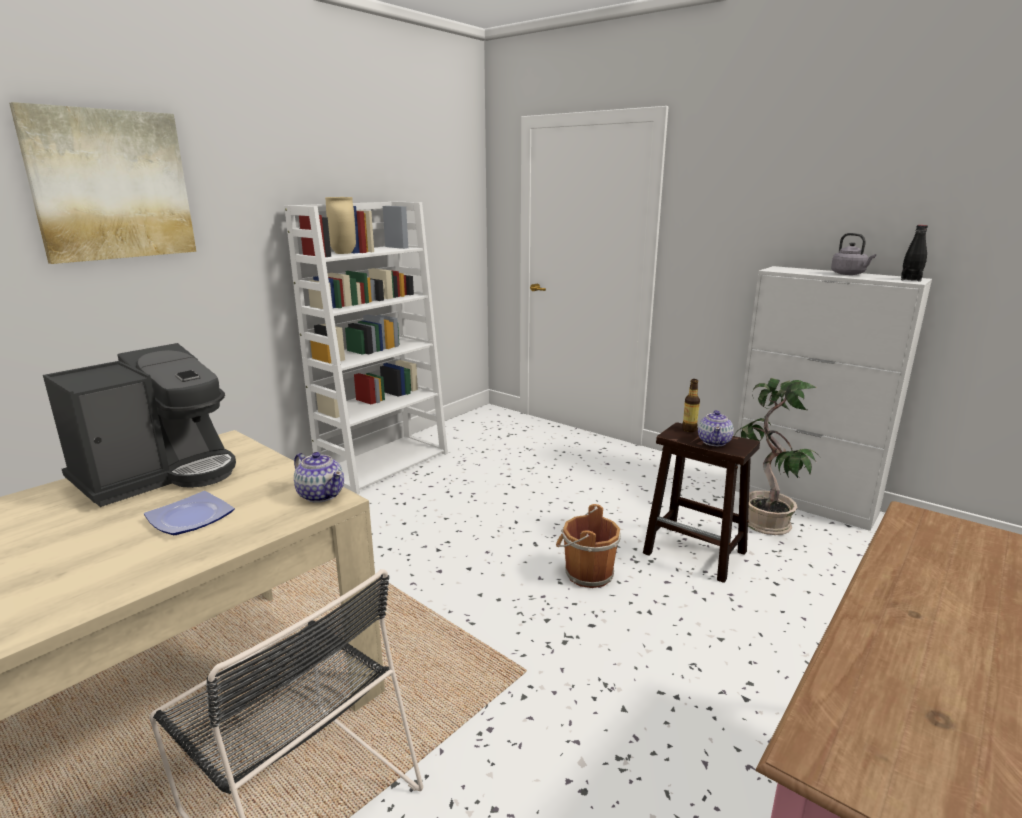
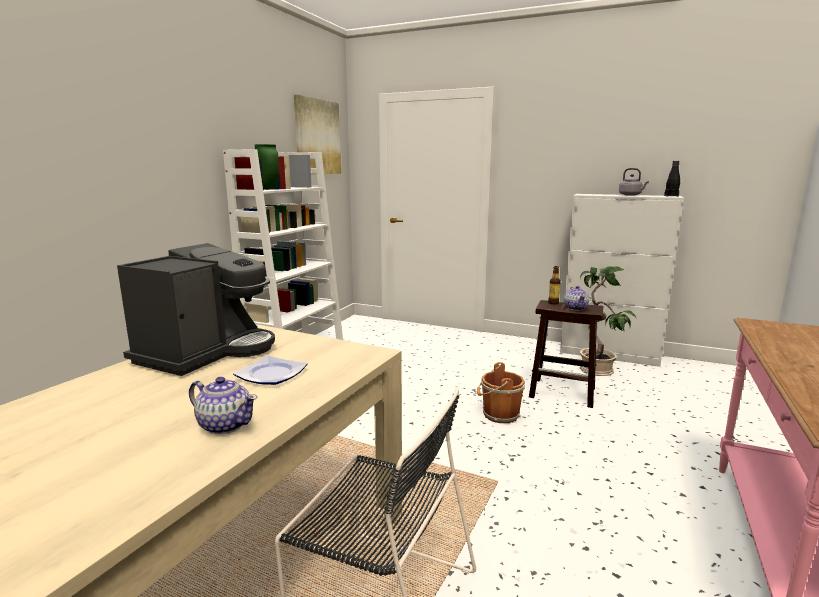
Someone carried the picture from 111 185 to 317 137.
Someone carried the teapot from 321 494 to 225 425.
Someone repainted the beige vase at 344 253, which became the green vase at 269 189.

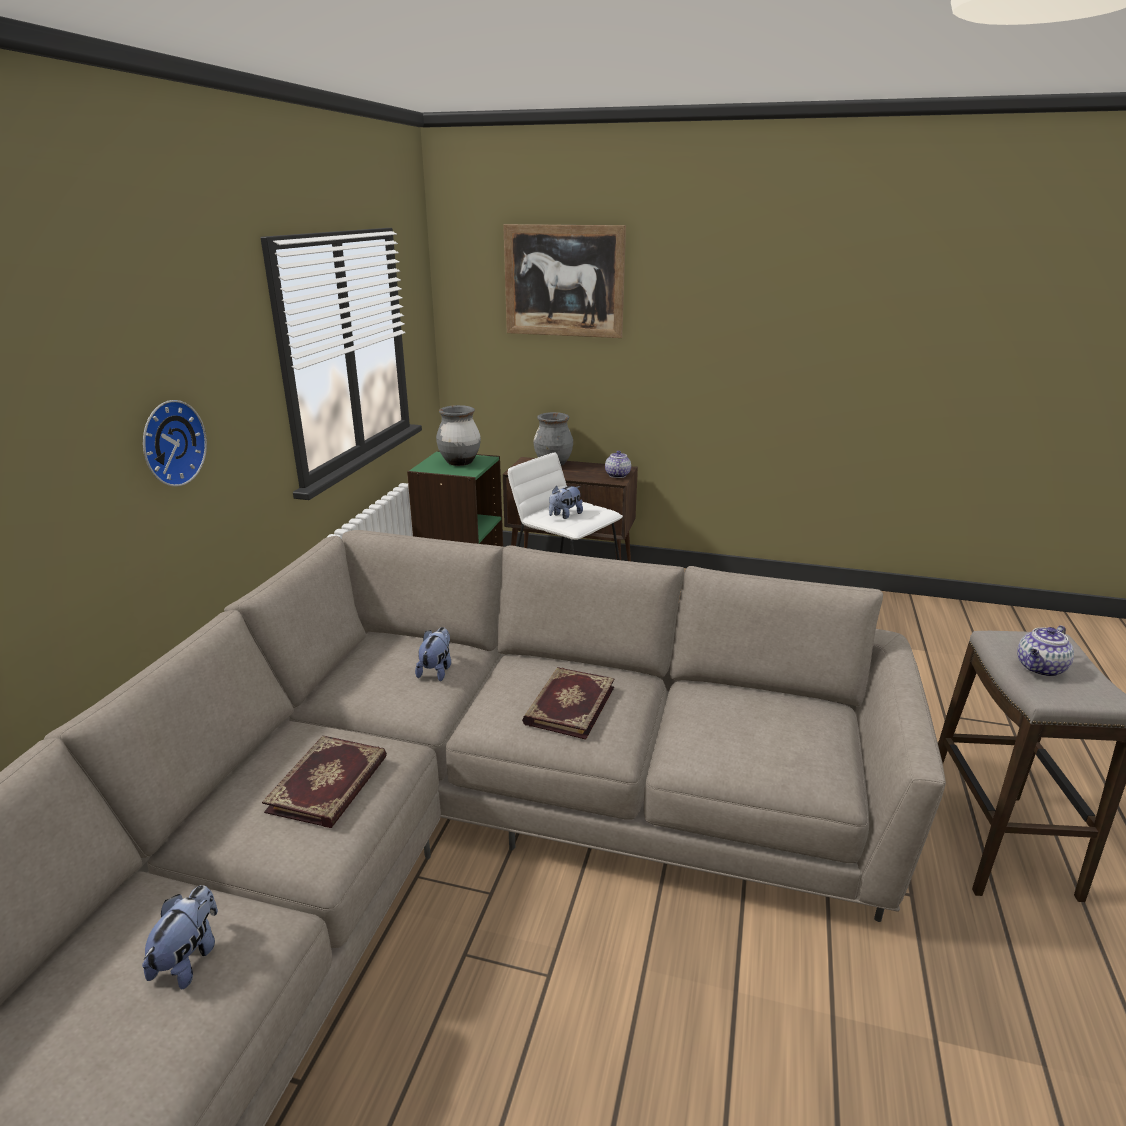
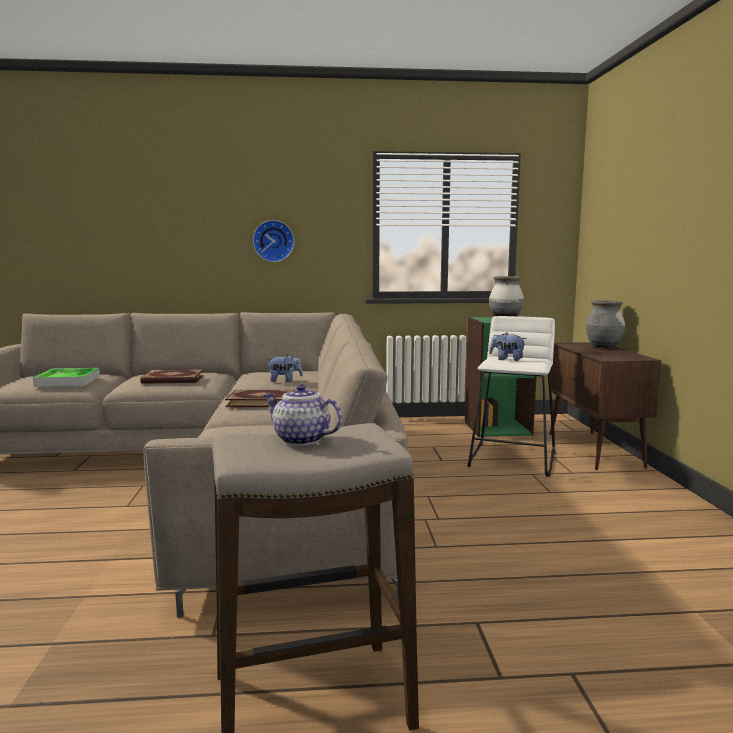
Someone took away the picture at 564 281.
Someone took away the teapot at 617 475.
Someone swapped the plush toy at 190 957 for the tray at 68 381.

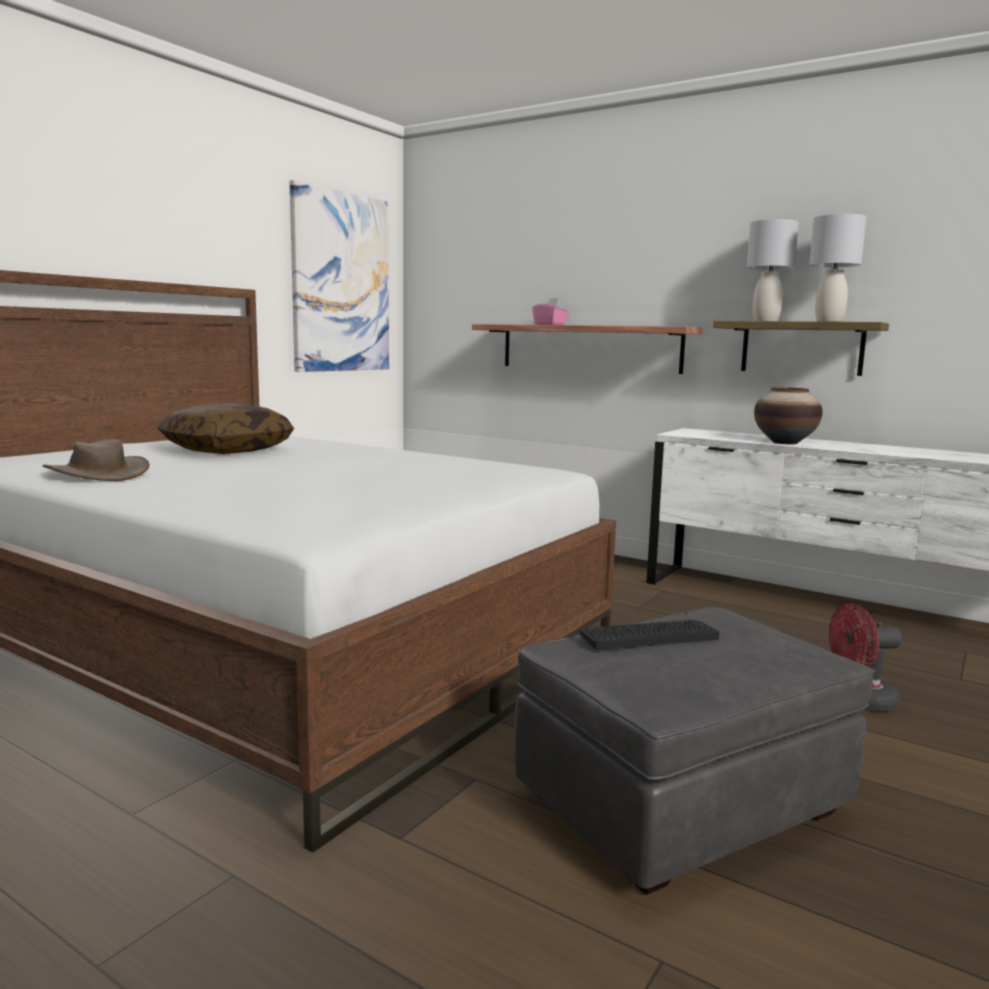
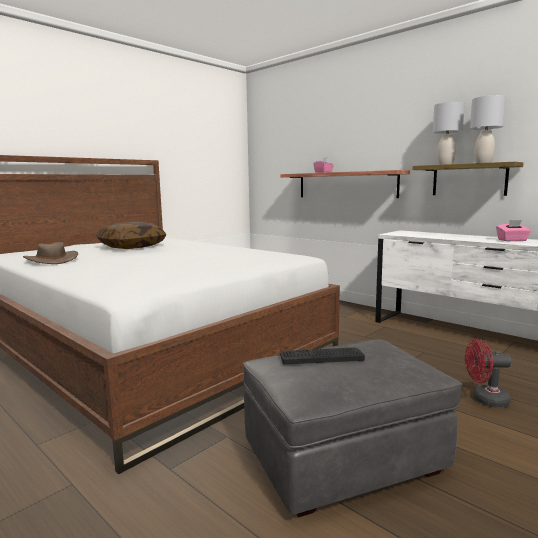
Someone took away the picture at 341 283.
Someone took away the vase at 784 442.
Someone put down the pink tissue box at 512 240.

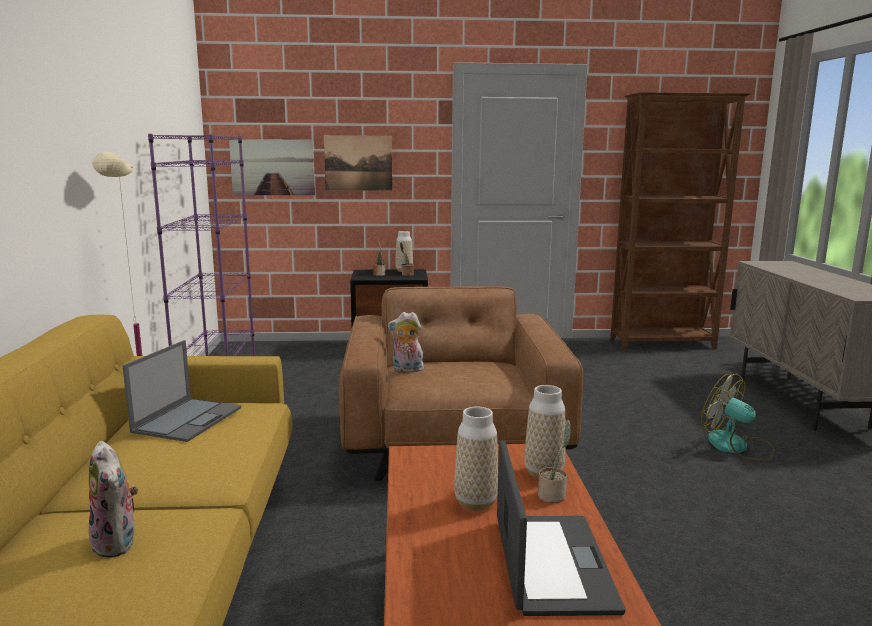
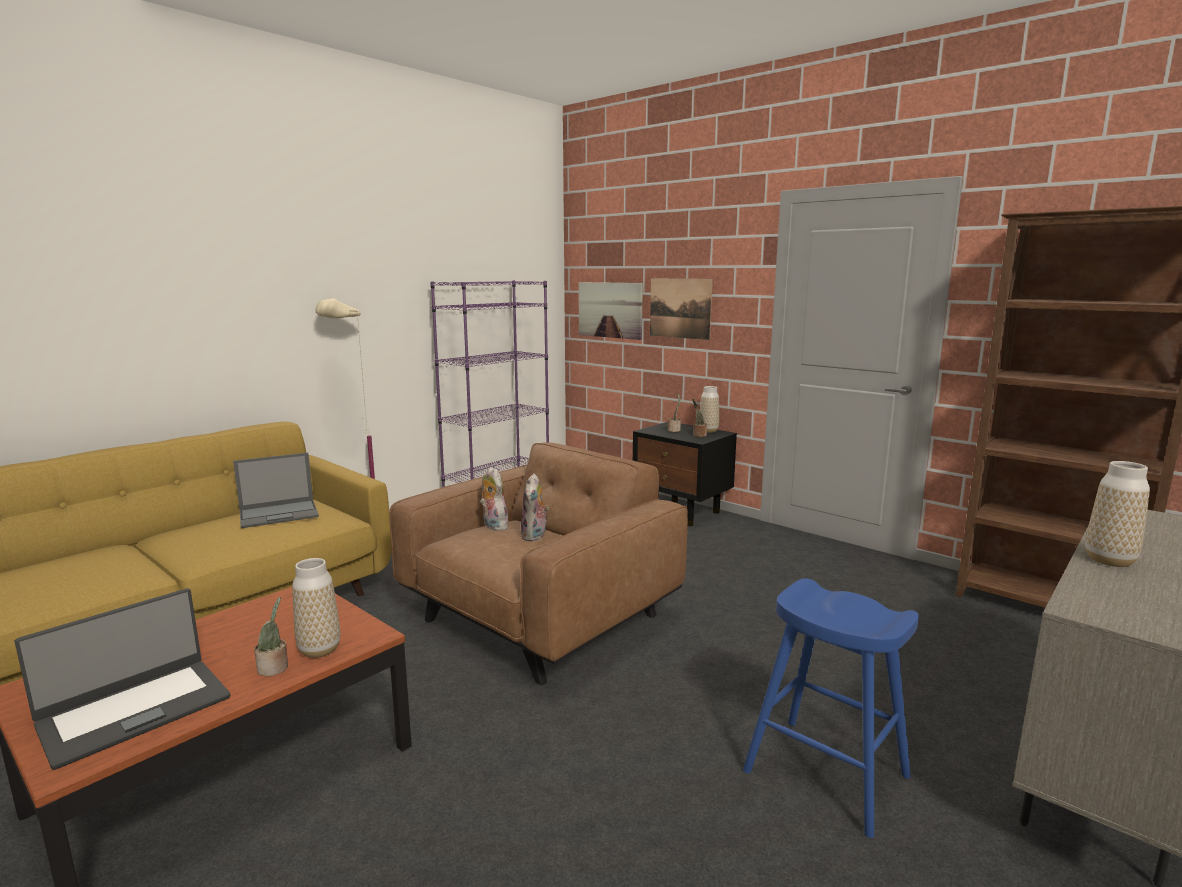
Someone carried the plush toy from 118 543 to 535 536.
Someone carried the vase from 475 503 to 1109 560.
Someone swapped the fan at 736 446 for the blue stool at 826 774.

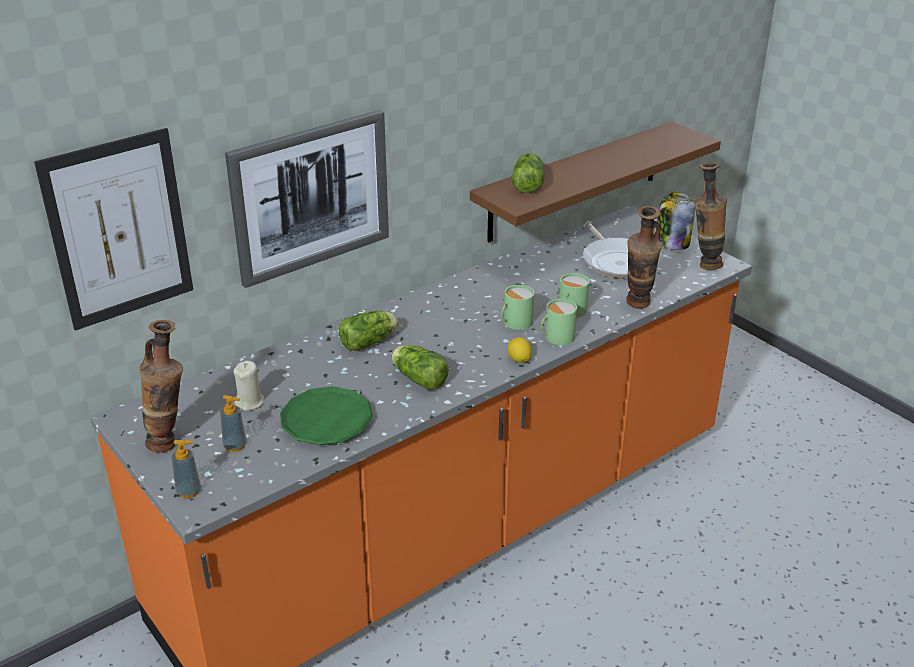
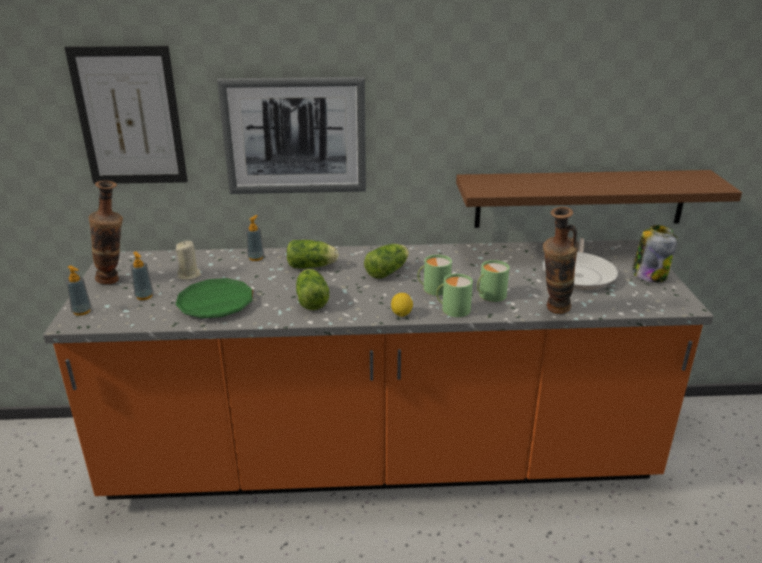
Someone took away the vase at 703 264.
Someone put down the soap dispenser at 256 258.
Someone carried the lettuce from 528 184 to 388 271.

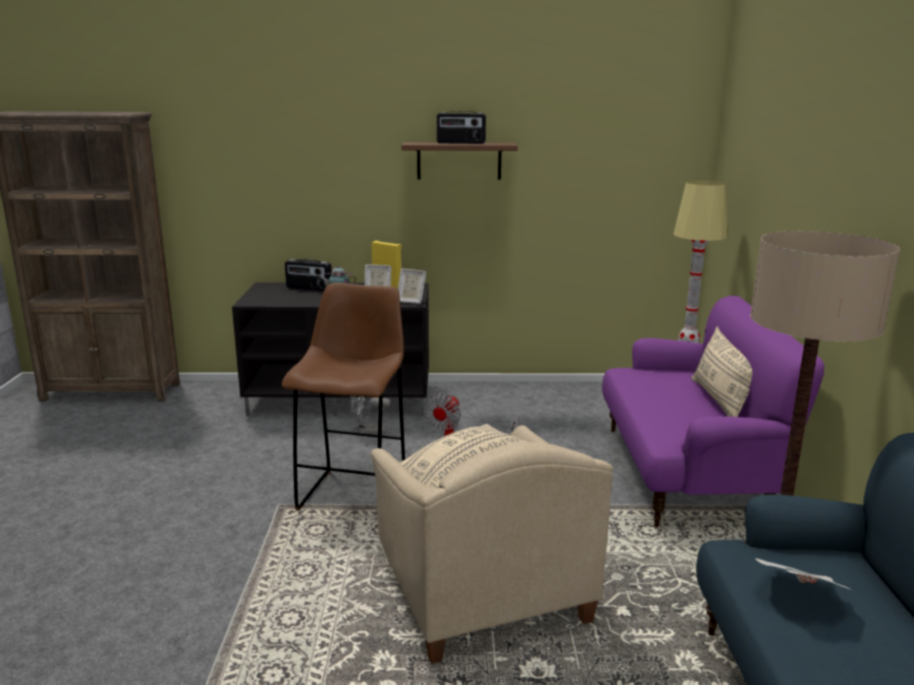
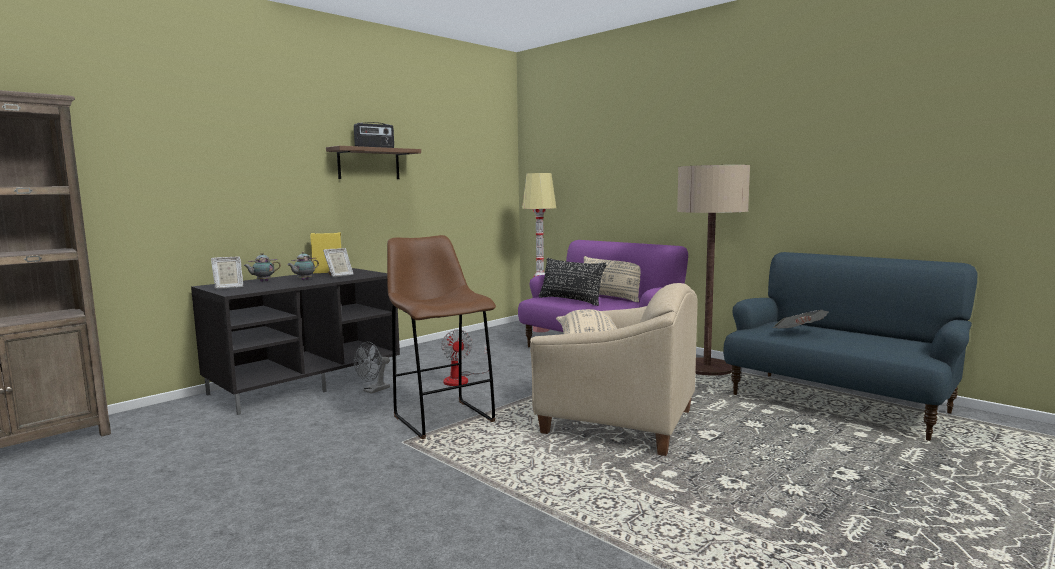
Someone put down the black pillow at 570 300.
Someone carried the picture frame from 410 301 to 228 288.
Someone swapped the radio at 309 288 for the teapot at 263 281.

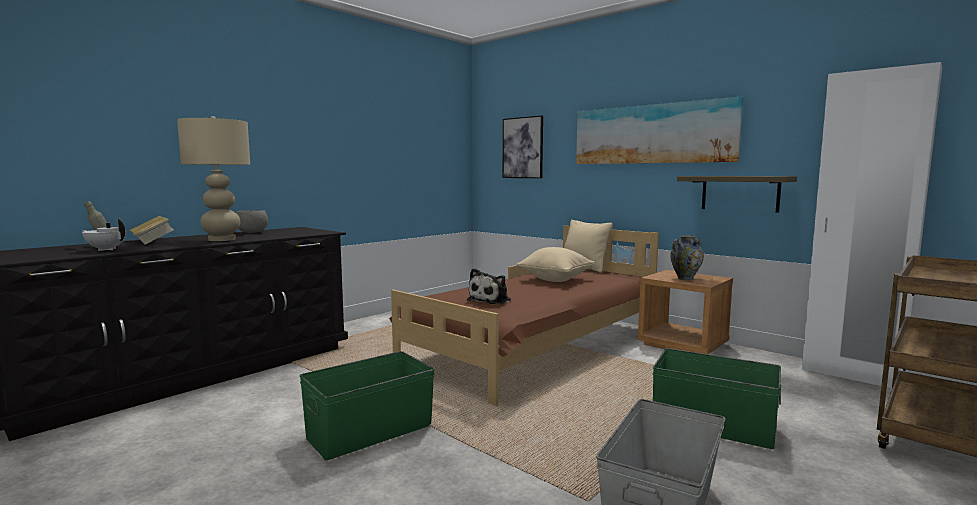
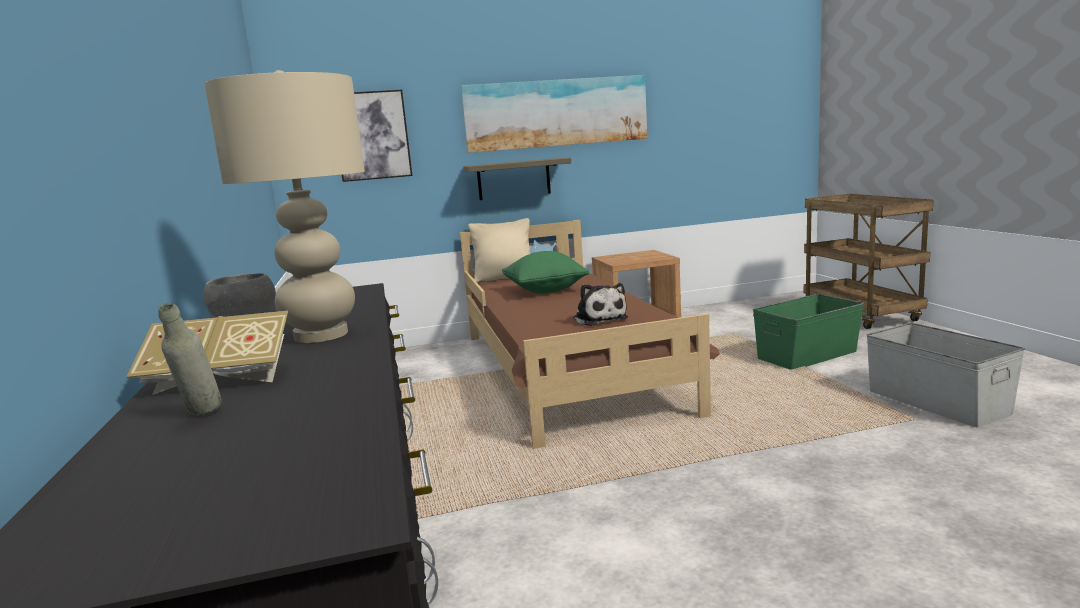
Someone took away the white teapot at 106 249.
Someone took away the green storage box at 369 431.
Someone took away the vase at 685 278.
Someone took away the white wardrobe at 851 375.
Someone carried the shelf from 740 193 to 514 179.
Someone repainted the beige pillow at 555 280, which became the green pillow at 545 290.

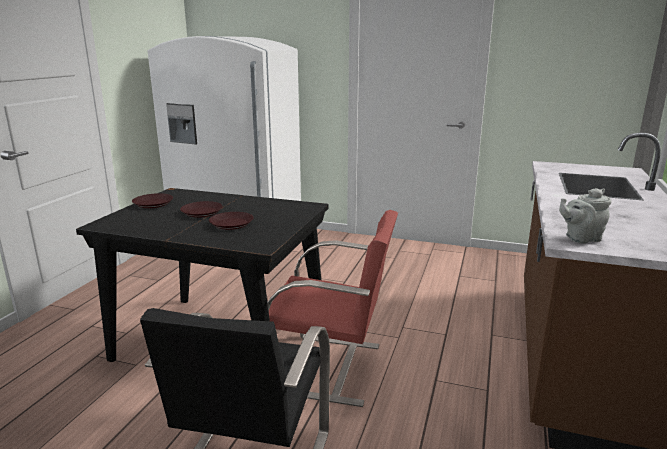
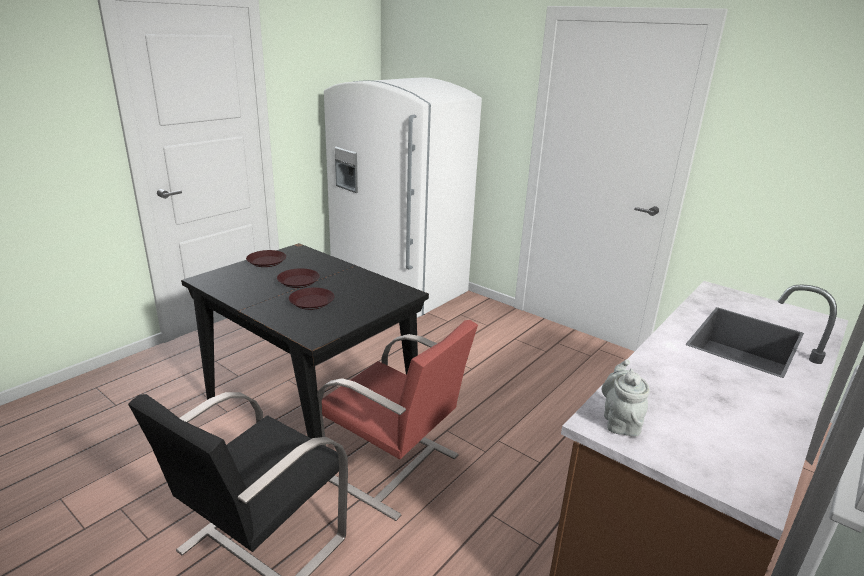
Someone rotated the grey teapot at 580 238 by 90 degrees clockwise.

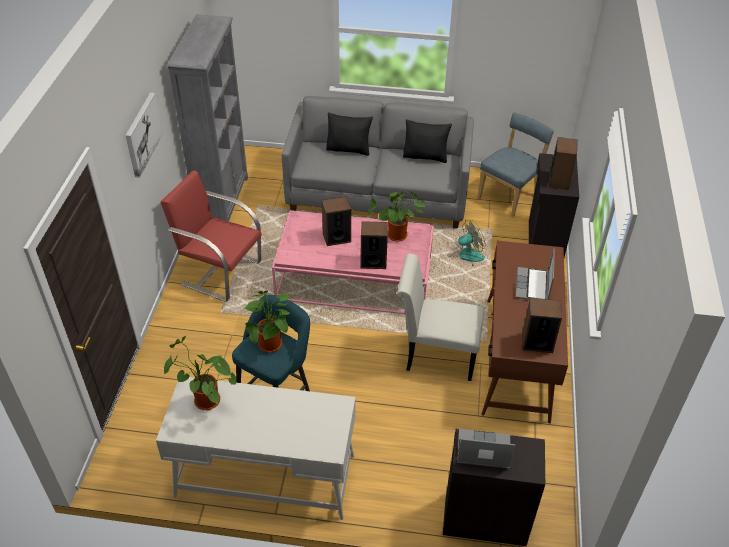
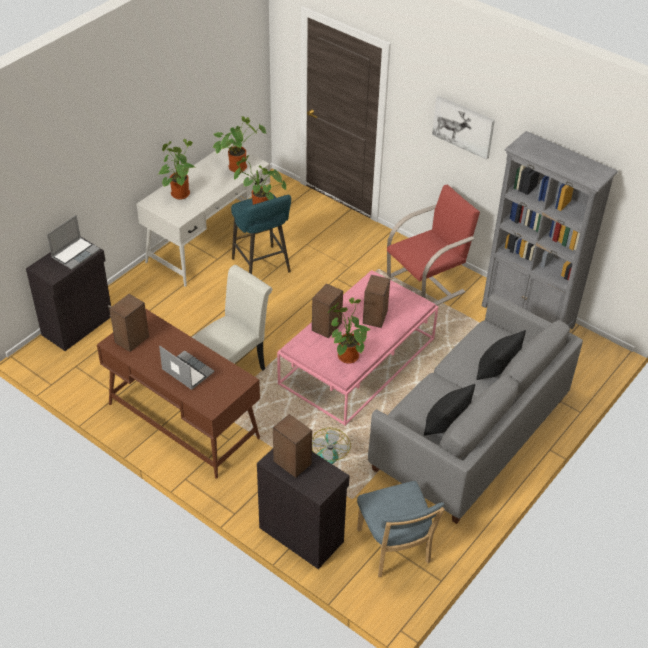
Someone put down the potted plant at 179 193.

